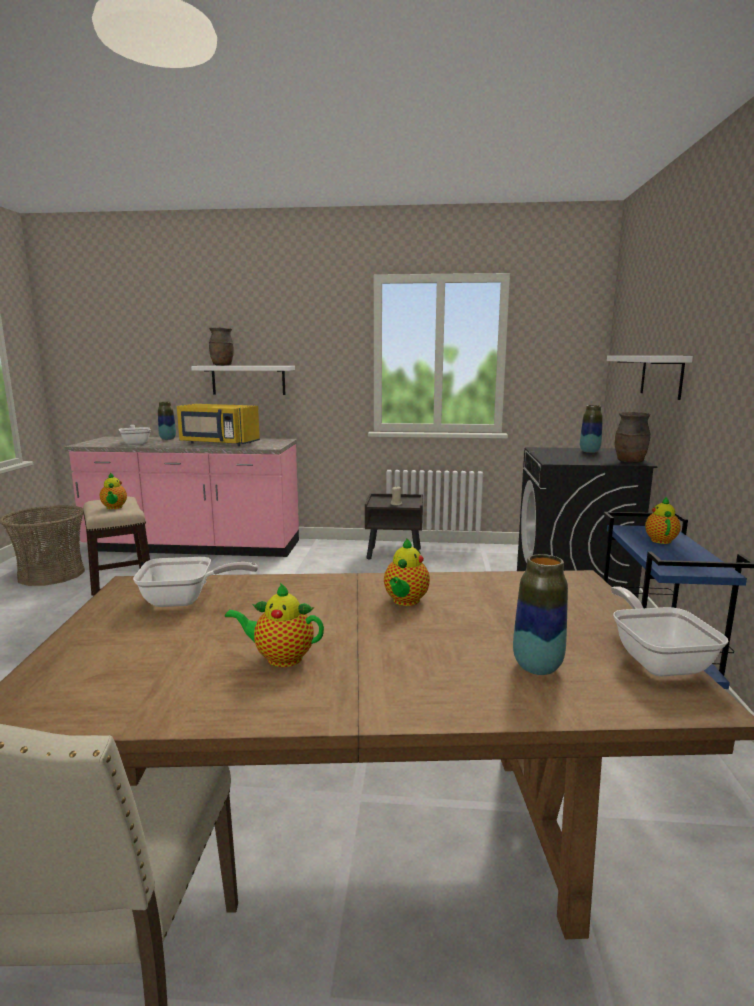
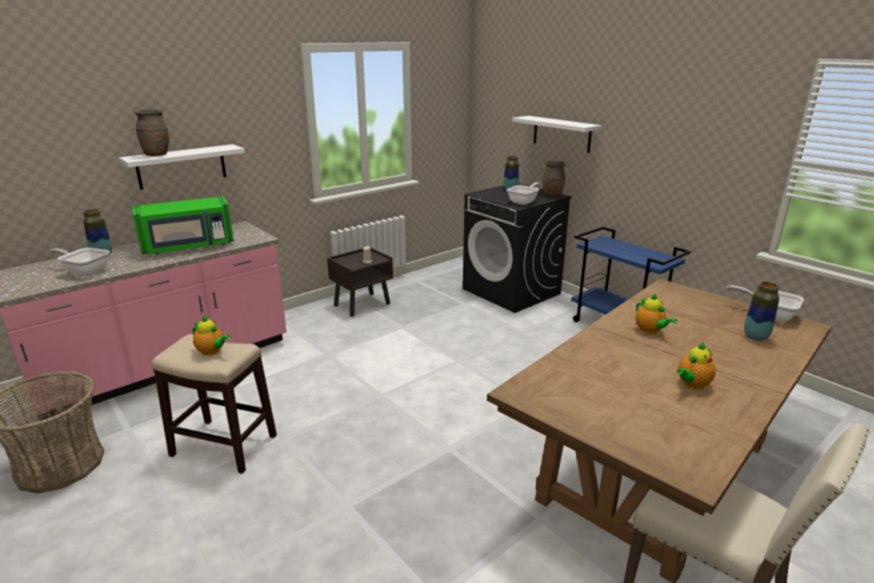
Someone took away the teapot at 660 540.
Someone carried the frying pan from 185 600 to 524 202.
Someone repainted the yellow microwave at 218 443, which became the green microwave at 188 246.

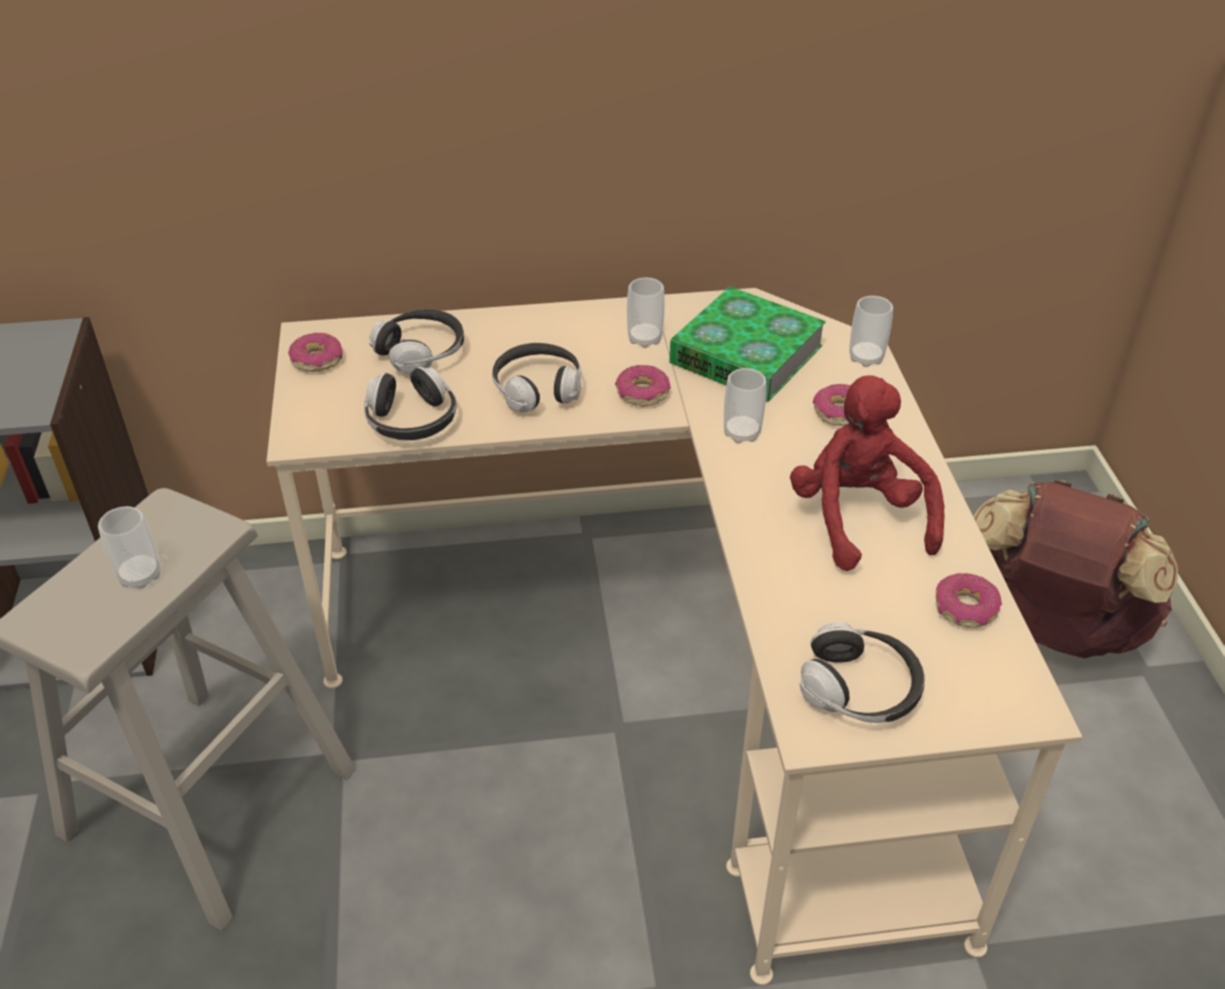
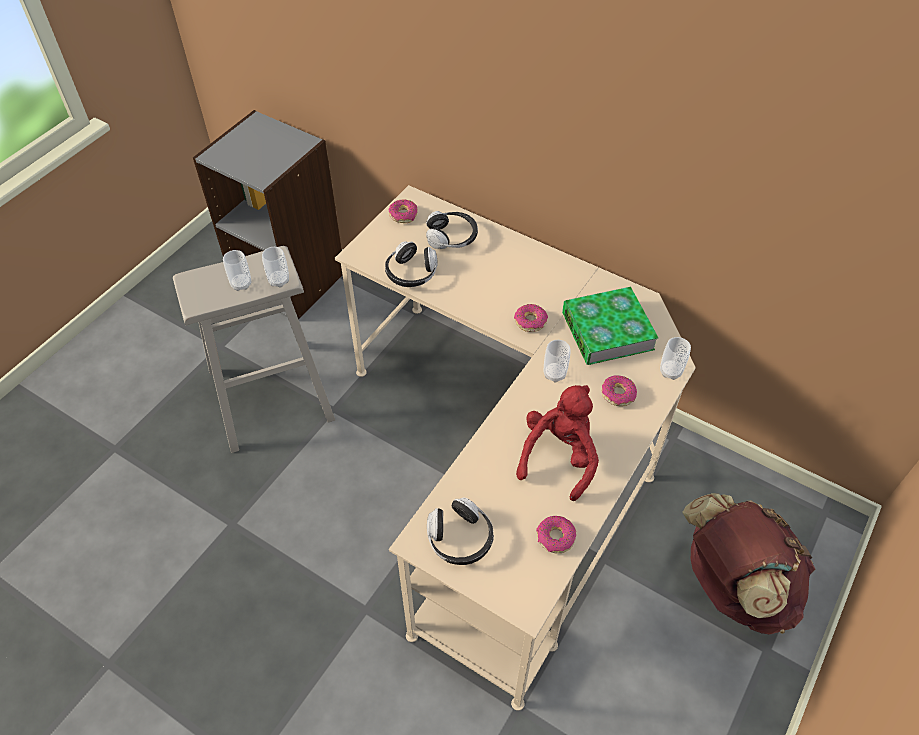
Someone took away the headphones at 537 389.
Someone carried the cup from 645 339 to 279 280.

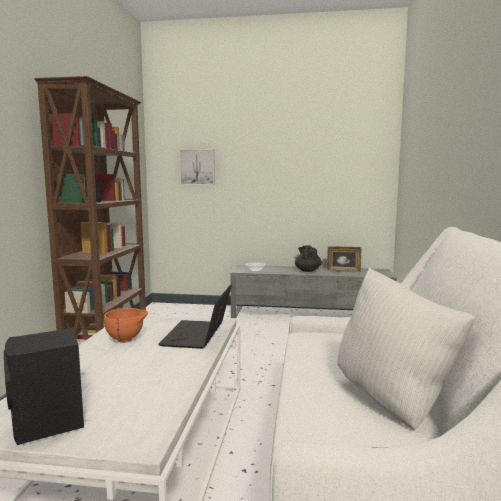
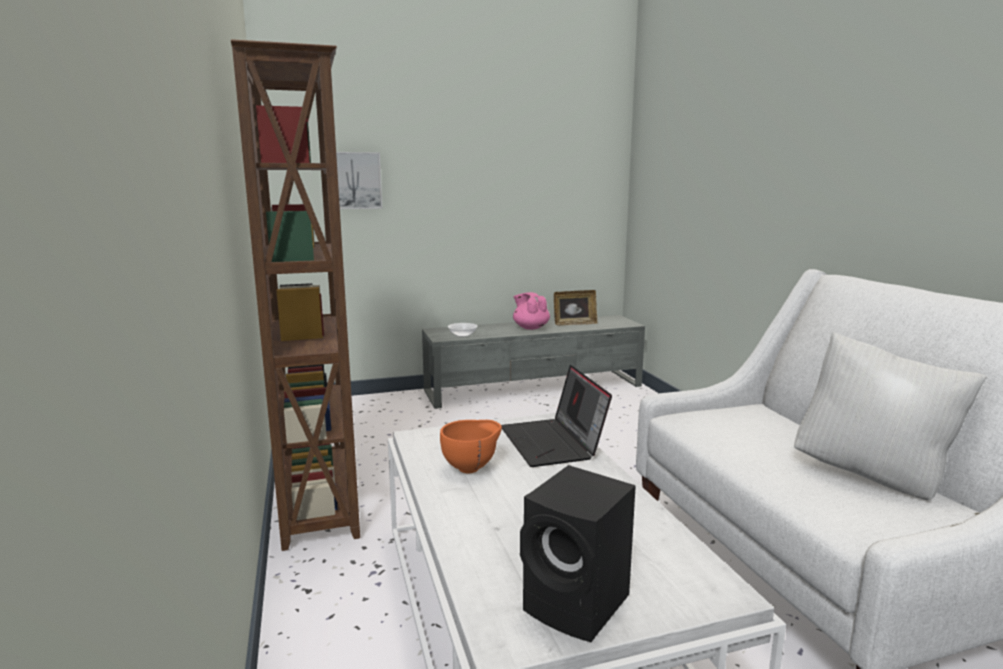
Someone repainted the black teapot at 307 270, which became the pink teapot at 530 328.

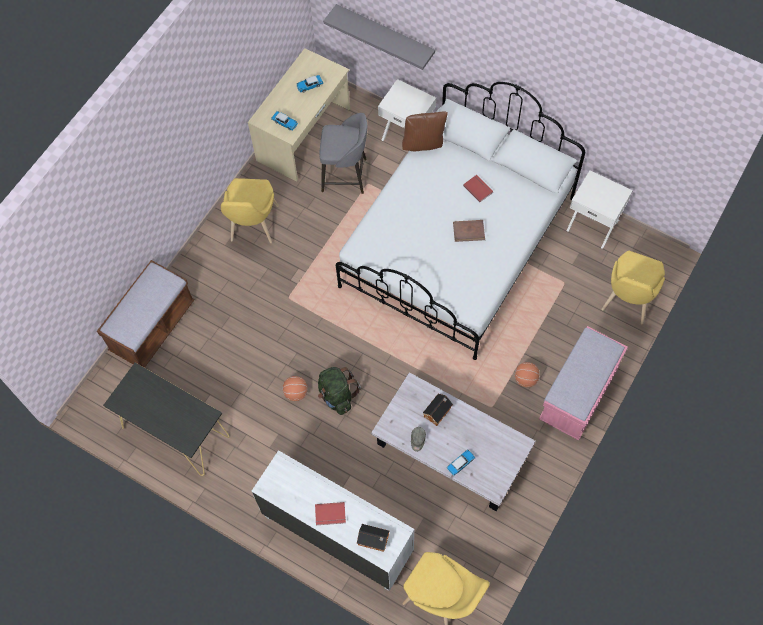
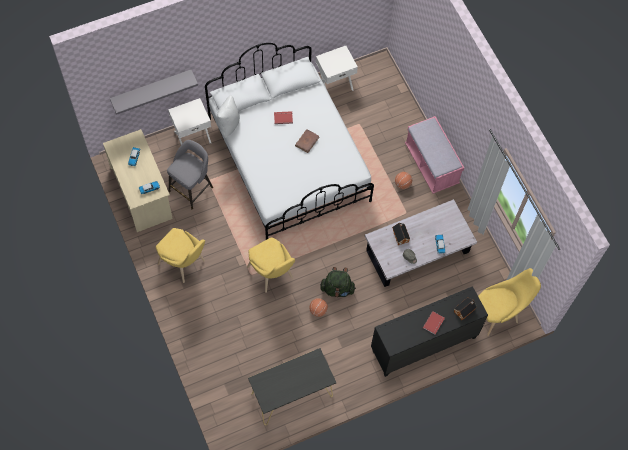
Someone took away the brown bench at 153 327.
Someone carried the yellow chair from 627 302 to 272 274.
Someone repainted the white dresser at 337 534, which became the black dresser at 423 344.
Someone repainted the brown pillow at 424 143, which became the white pillow at 228 125.

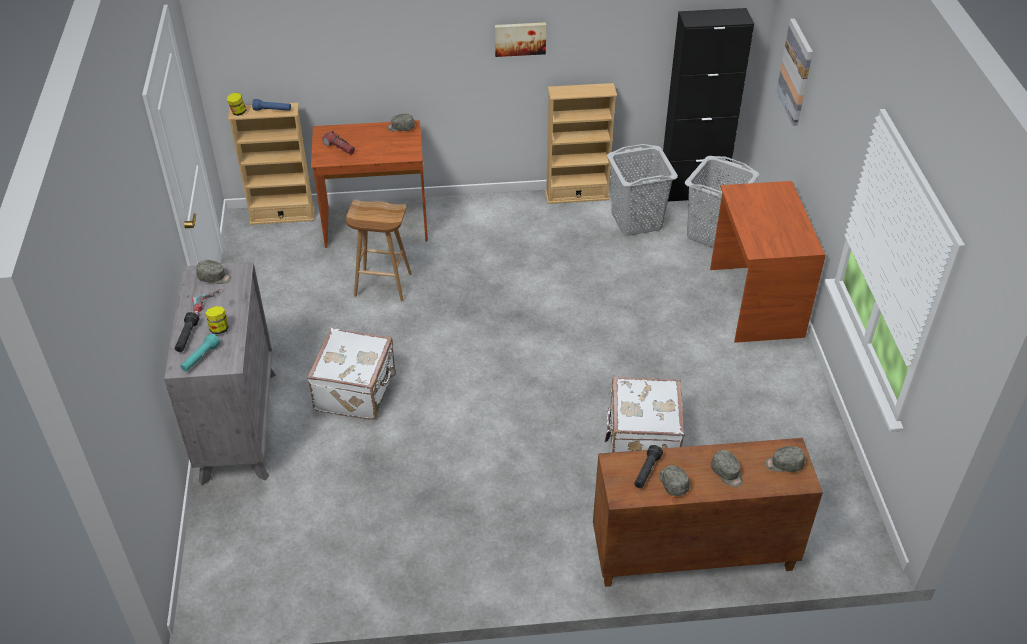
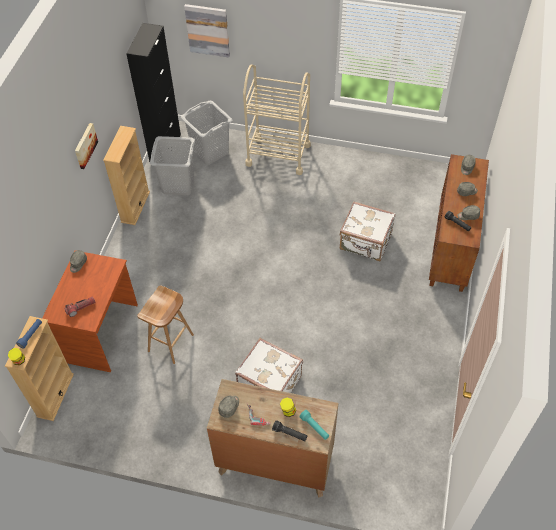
Someone swapped the brown desk at 754 302 for the beige cart at 278 155.
Someone repainted the grey dresser at 238 425, which became the brown dresser at 275 463.

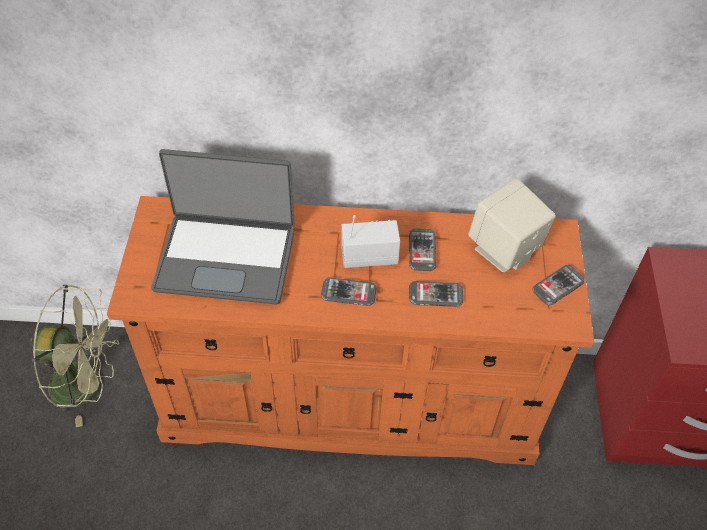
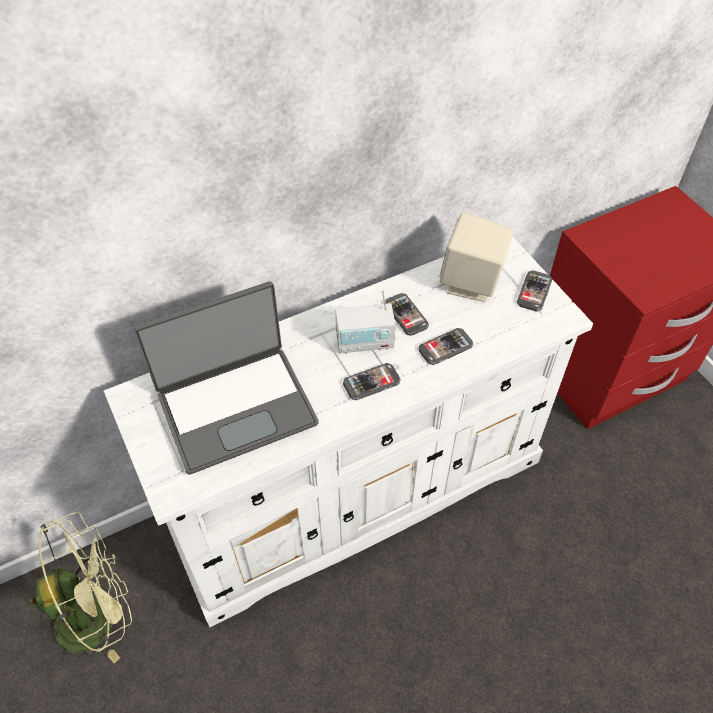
Someone repainted the orange dresser at 352 398, which became the white dresser at 358 489.
Someone rotated the radio at 369 256 by 150 degrees counterclockwise.

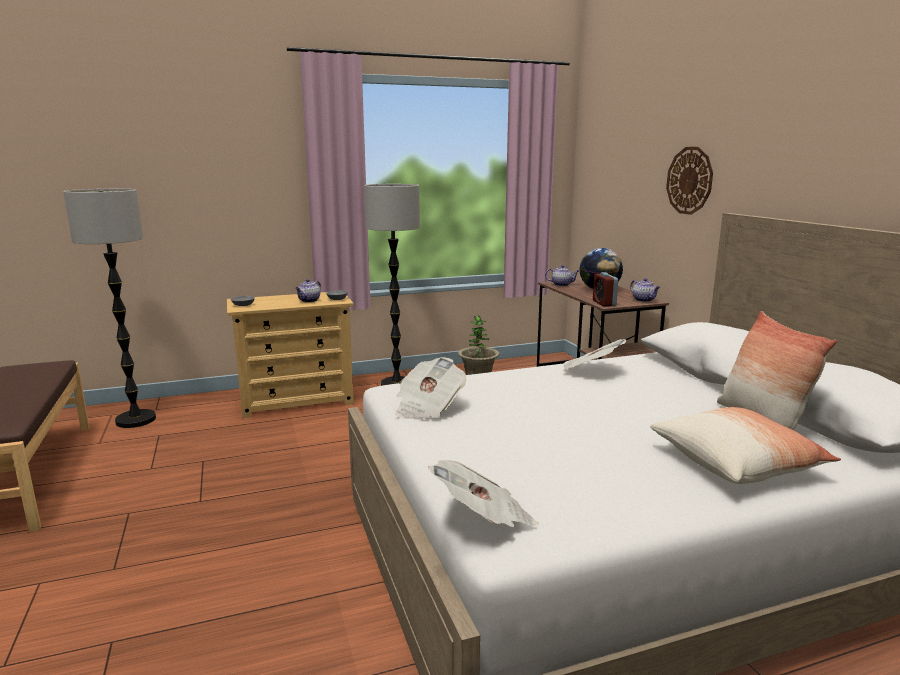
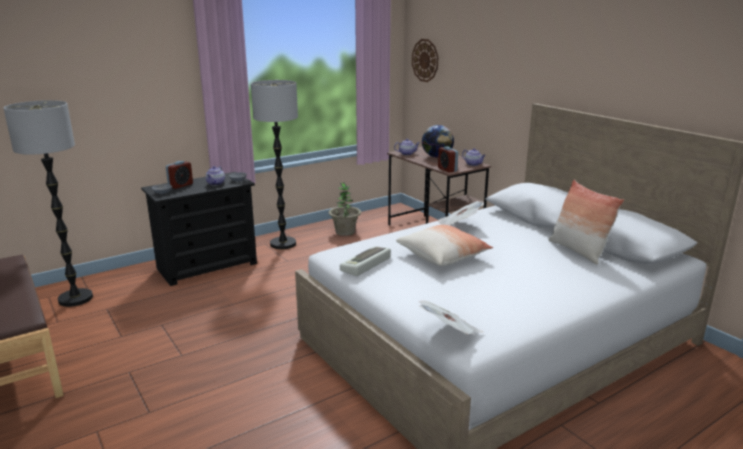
Someone put down the alarm clock at 180 185.
Someone carried the pillow from 737 463 to 443 256.
Someone carried the wall clock from 689 180 to 425 60.
Someone swapped the newspaper at 427 407 for the keyboard at 366 265.
Someone repainted the beige dresser at 297 400, which became the black dresser at 207 266.

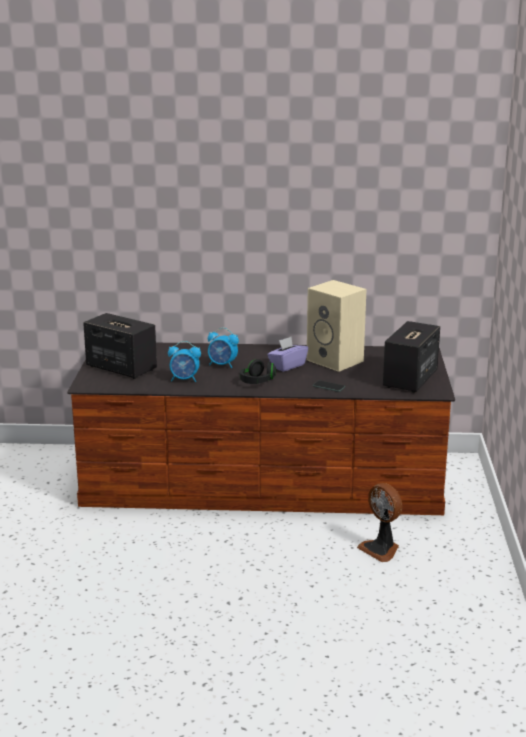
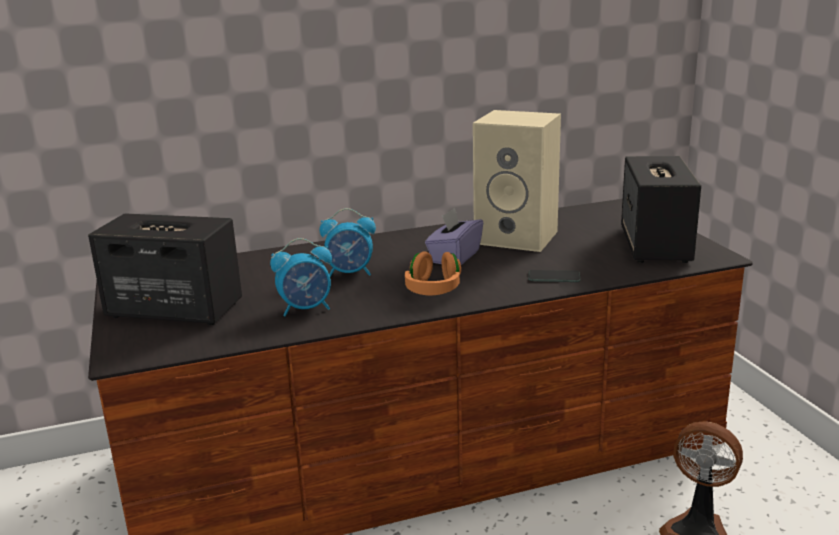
Someone repainted the black headphones at 257 381, which became the orange headphones at 433 290.

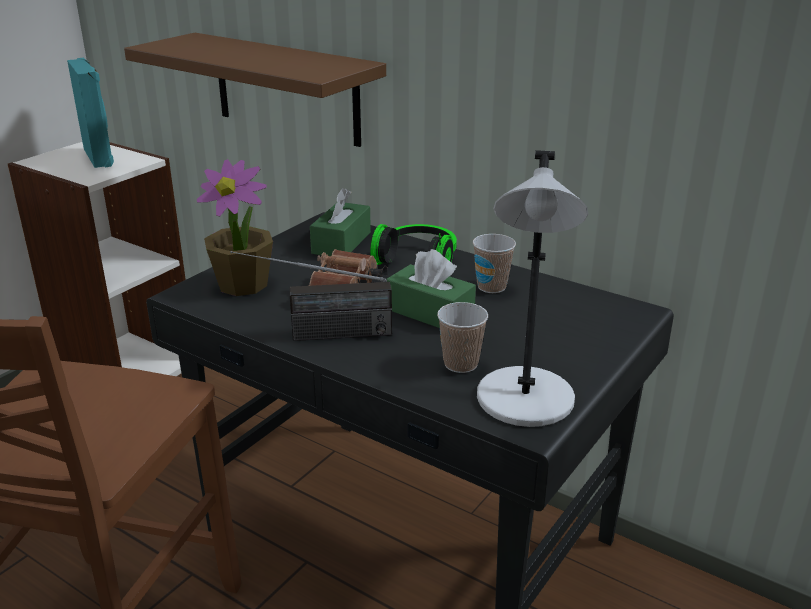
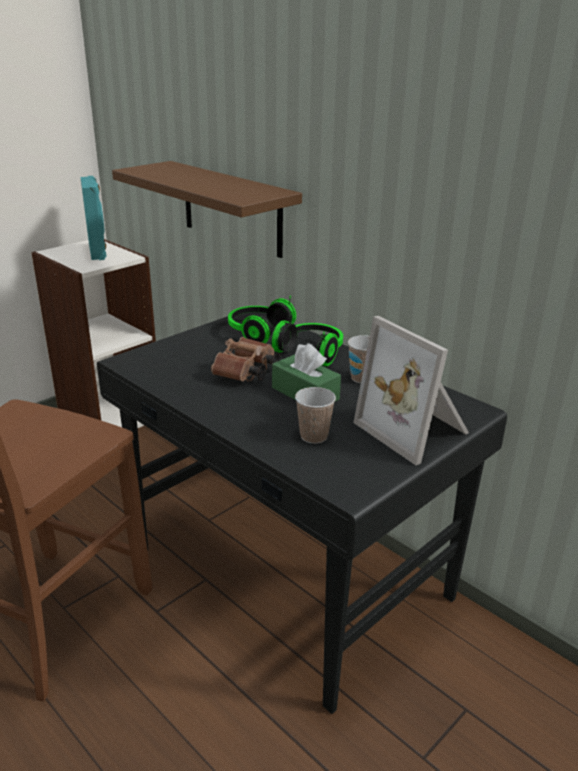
Someone took away the potted plant at 243 284.
Someone took away the radio at 315 334.
Someone took away the grey table lamp at 525 402.
Someone put down the picture frame at 416 430.
Someone swapped the green tissue box at 341 243 for the headphones at 257 332.

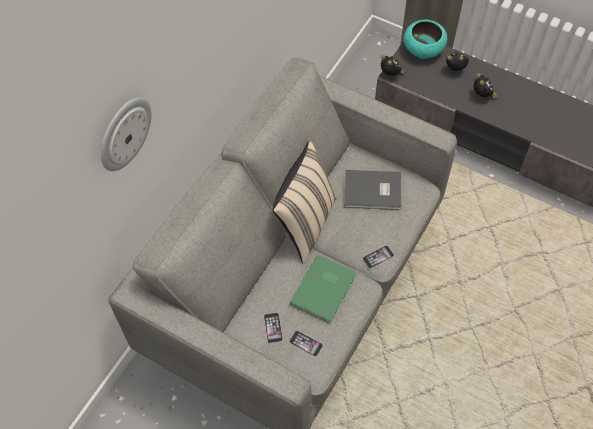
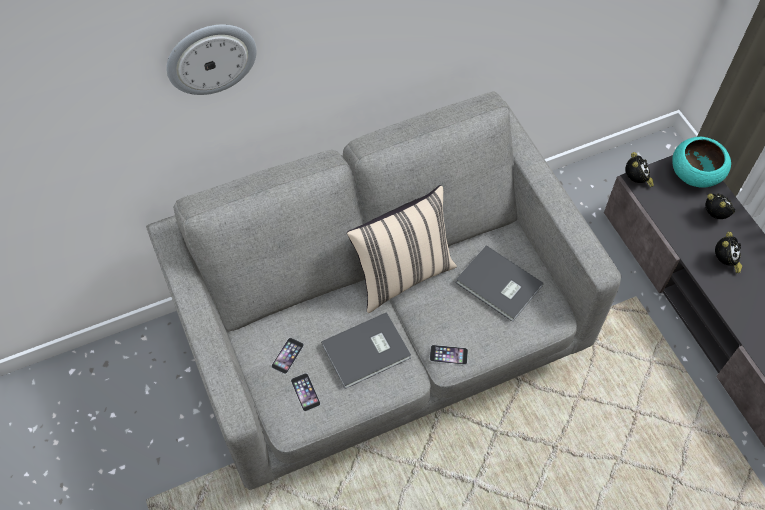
Someone repainted the green book at 325 289, which became the grey book at 368 352.

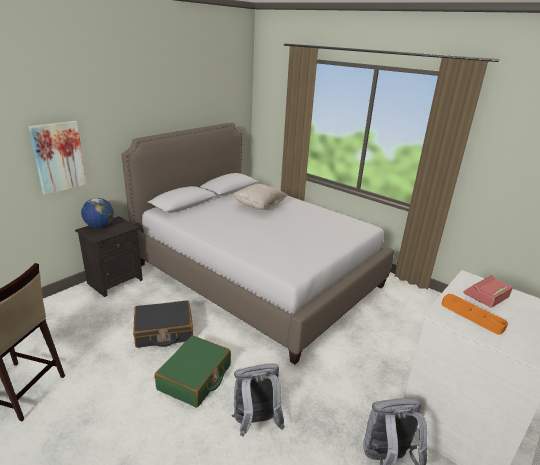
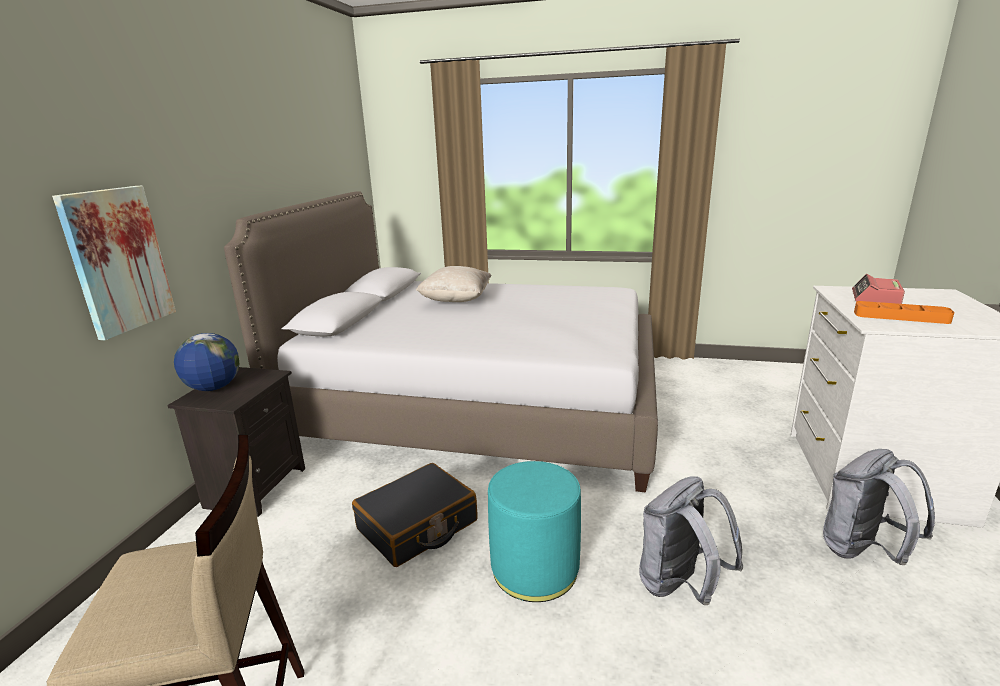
Someone swapped the green suitcase at 195 378 for the turquoise ottoman at 534 568.

